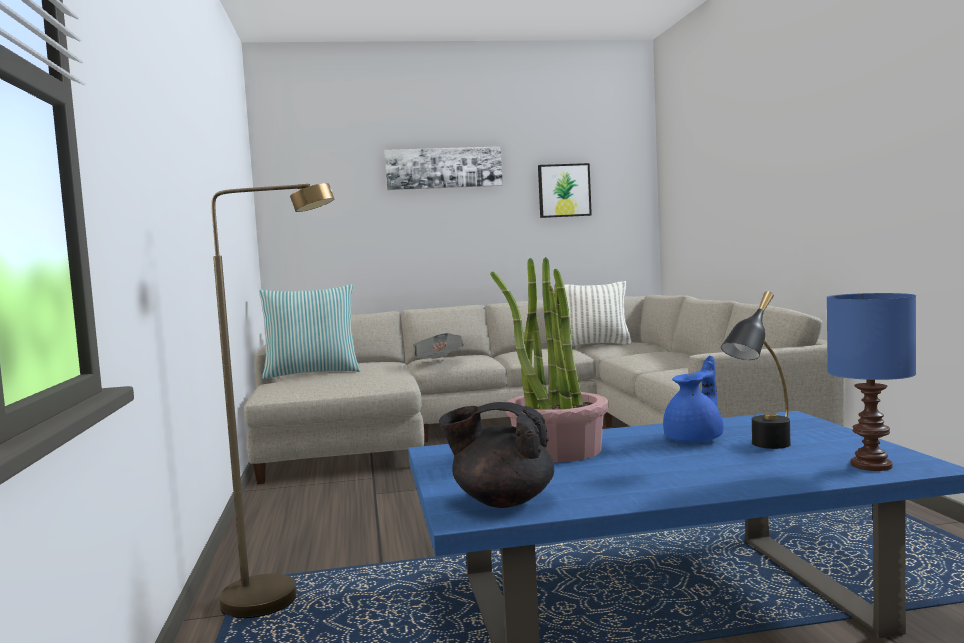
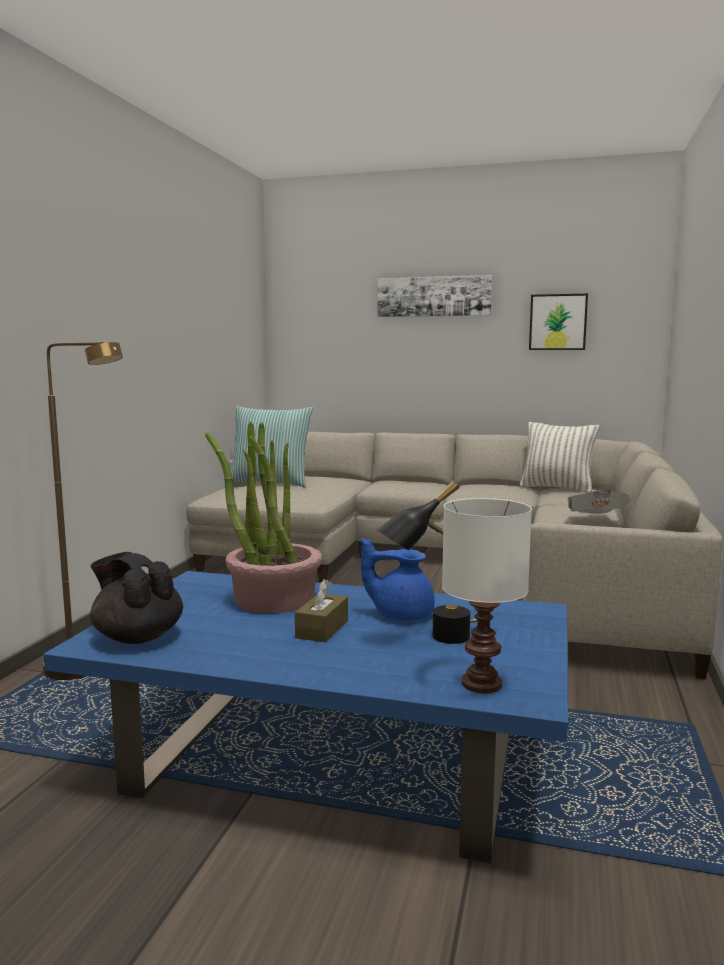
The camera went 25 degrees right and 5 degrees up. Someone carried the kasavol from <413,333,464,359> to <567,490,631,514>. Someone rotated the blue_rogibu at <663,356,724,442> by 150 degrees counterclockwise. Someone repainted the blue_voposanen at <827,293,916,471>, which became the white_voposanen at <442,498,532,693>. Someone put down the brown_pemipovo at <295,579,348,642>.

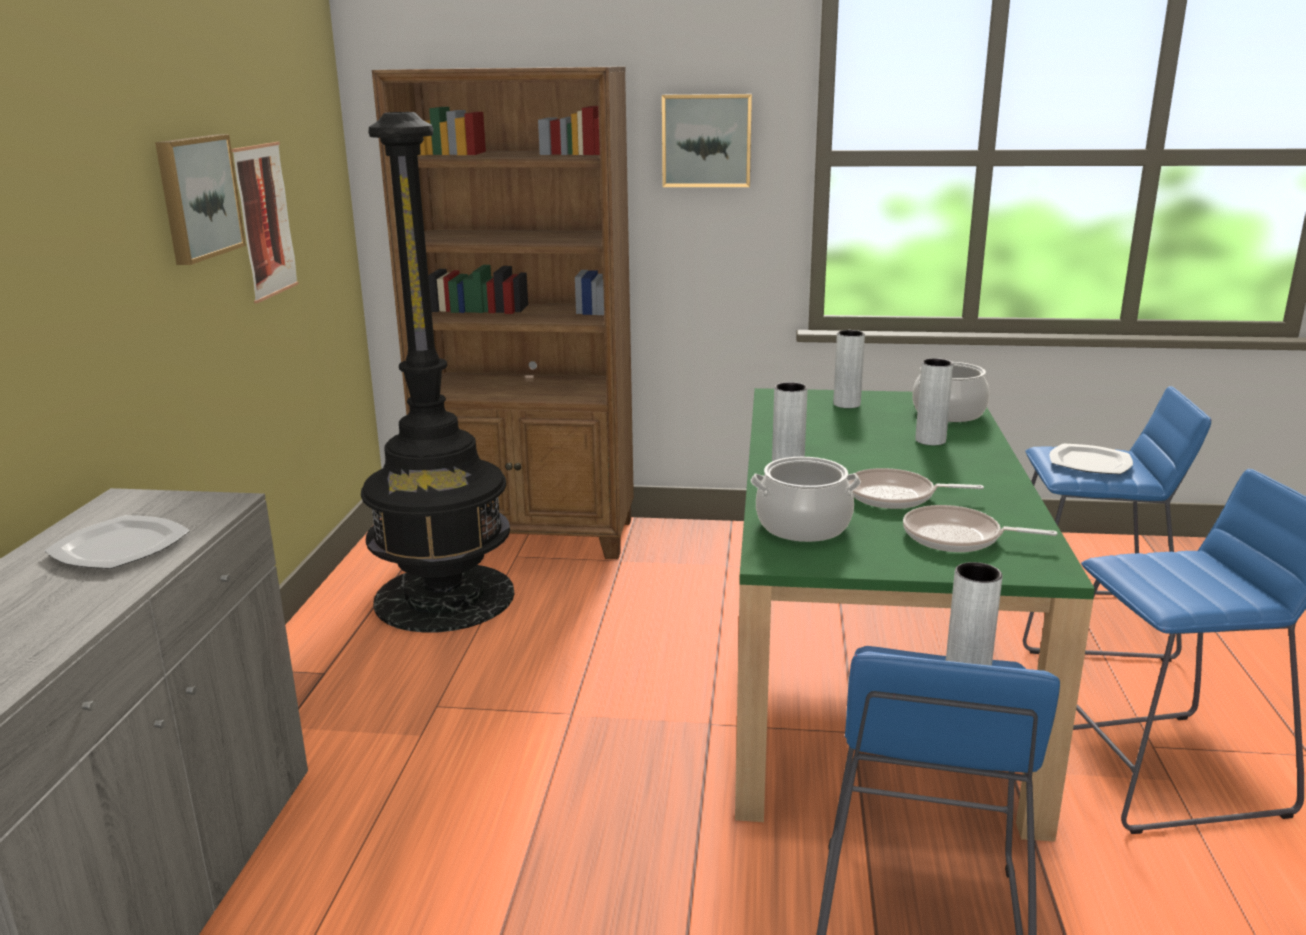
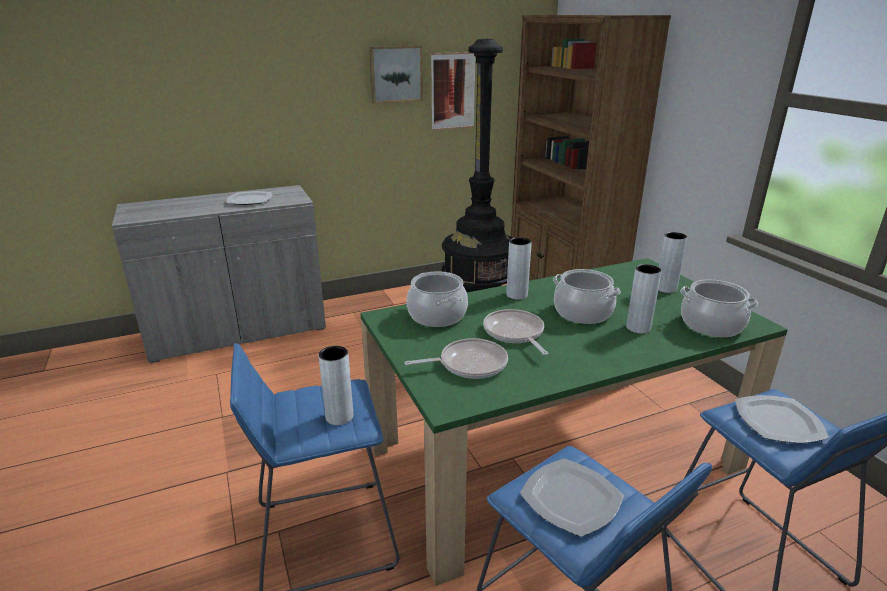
The camera went 60 degrees right and 5 degrees up. Someone took away the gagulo at <662,94,752,187>. Someone rotated the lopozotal at <903,505,1058,552> by 90 degrees clockwise. Someone put down the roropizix at <520,459,624,537>. Someone put down the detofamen at <553,269,621,324>.

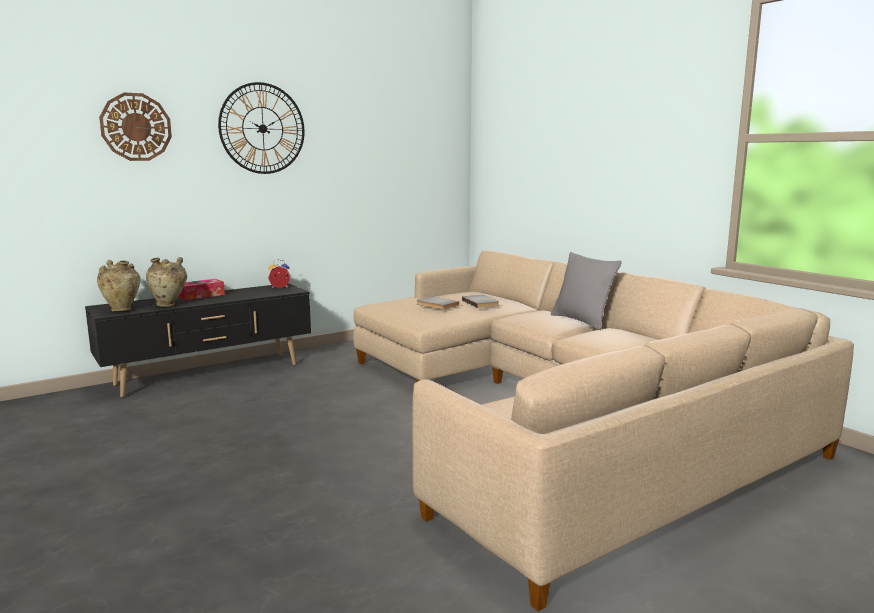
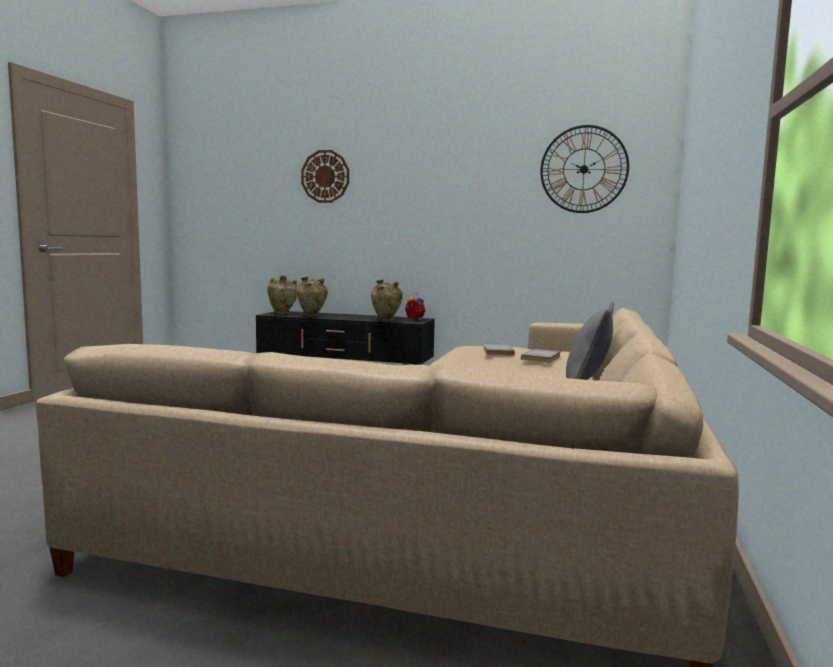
The camera went 50 degrees right and 5 degrees down. Someone took away the pemipovo at <178,279,225,300>. Someone carried the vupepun from <218,82,305,174> to <540,125,629,213>. Someone put down the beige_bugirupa at <371,279,403,321>.

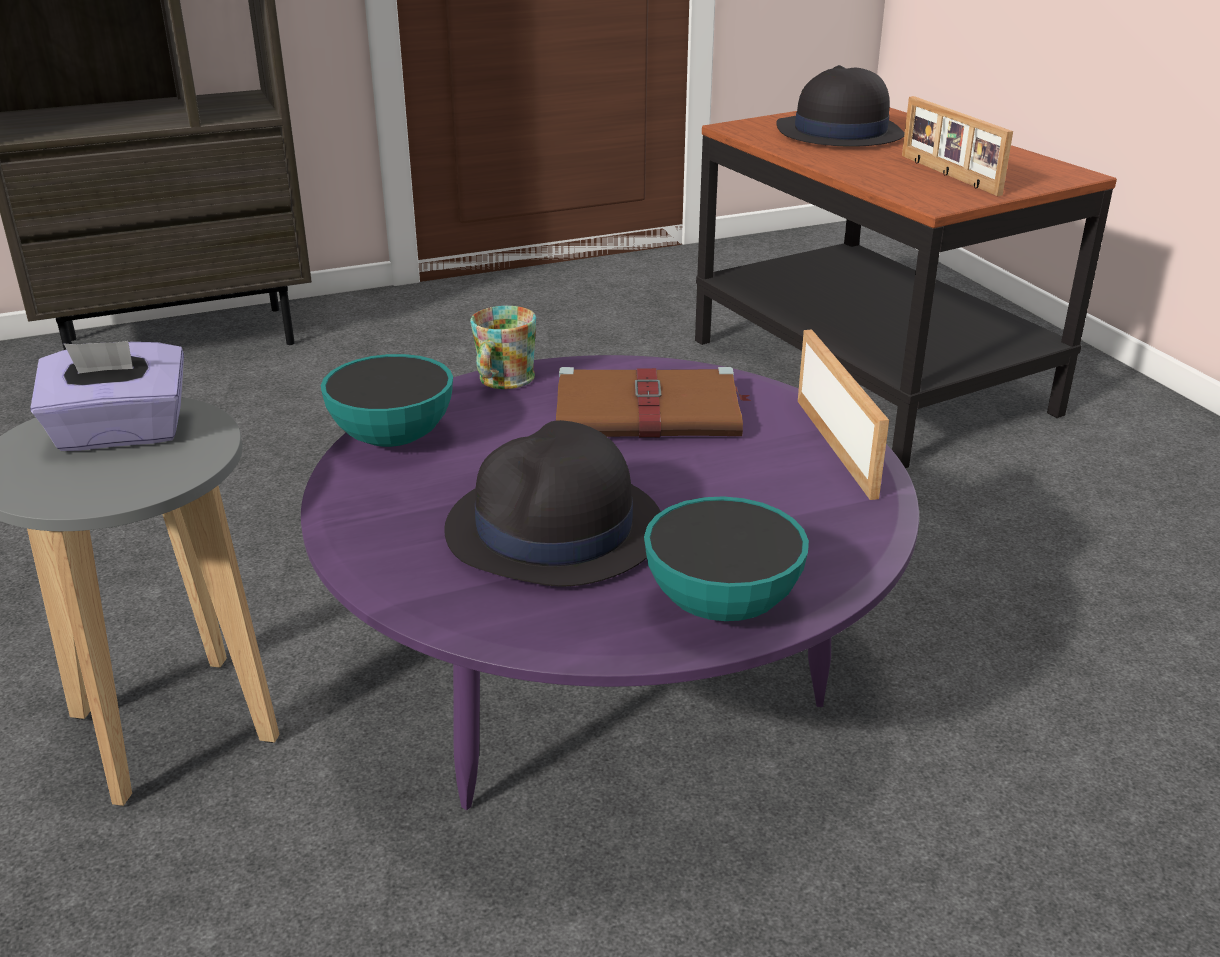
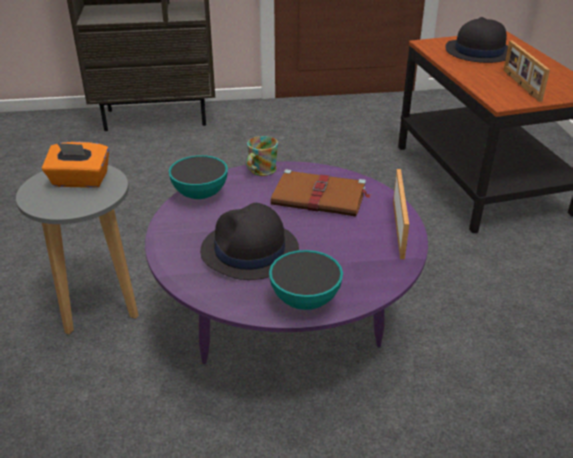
The camera went 15 degrees right and 5 degrees up. Someone repainted the purple_pemipovo at <31,341,184,451>, which became the orange_pemipovo at <42,142,109,188>.

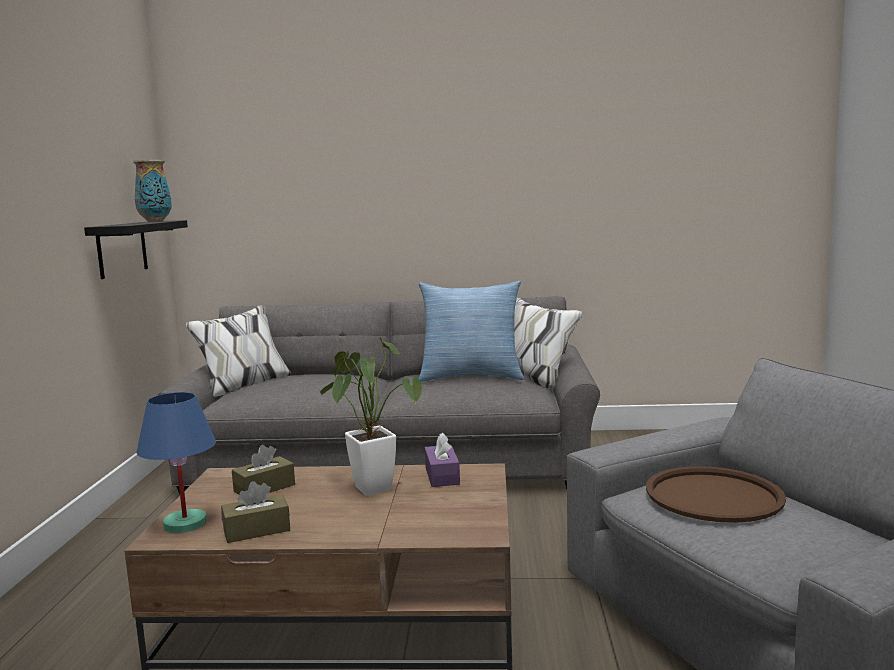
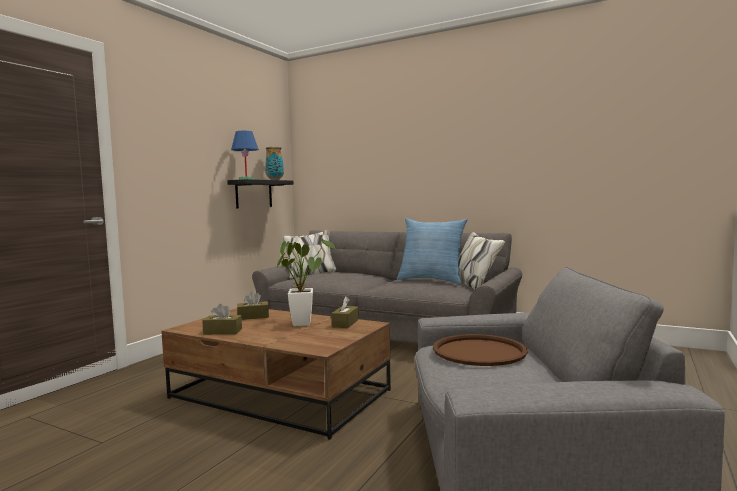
The camera went 25 degrees right and 5 degrees down. Someone carried the blue_voposanen from <136,392,216,533> to <231,131,259,180>. Someone repainted the purple_pemipovo at <425,433,460,487>, which became the brown_pemipovo at <331,296,359,328>.

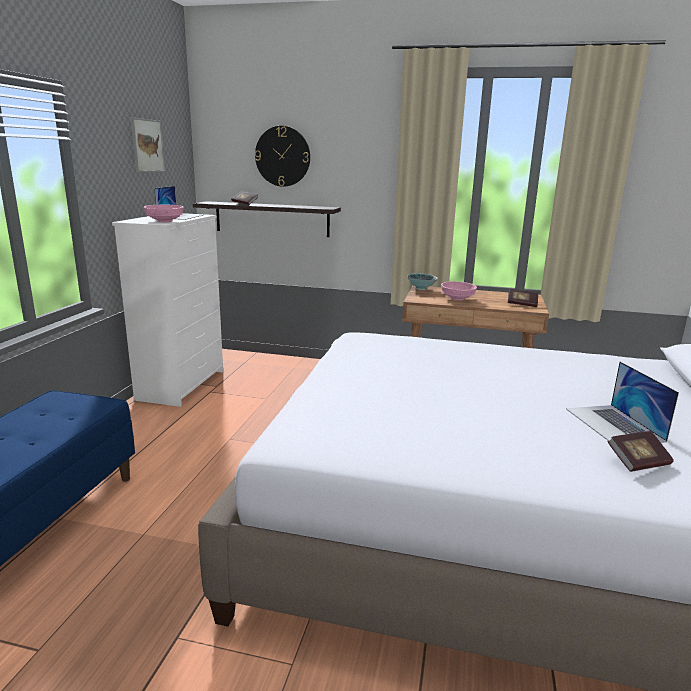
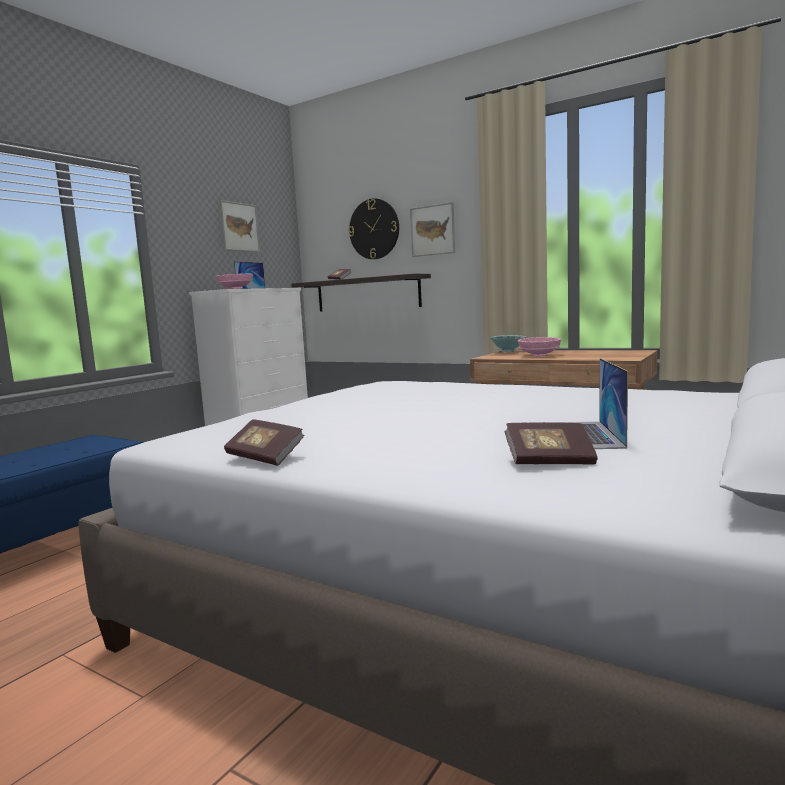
The camera went 20 degrees right and 10 degrees down. Someone carried the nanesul from <508,289,538,307> to <224,419,304,466>. Someone put up the gagulo at <410,202,455,257>.

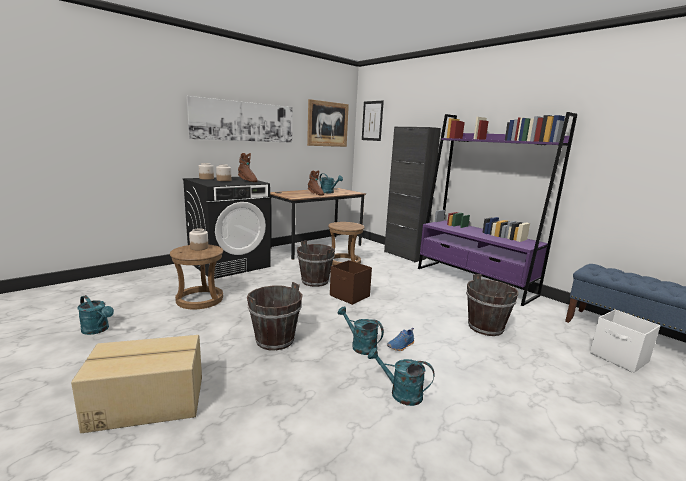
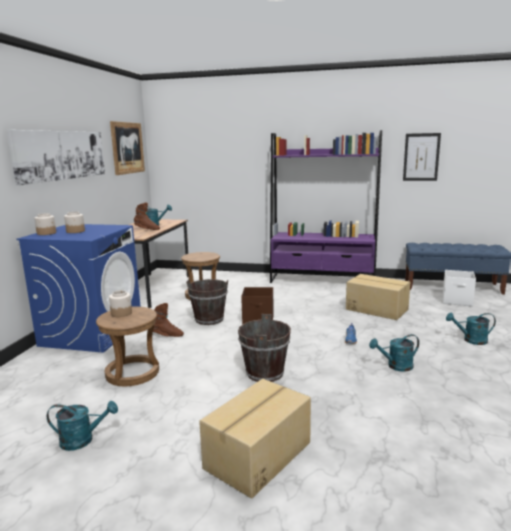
The camera went 35 degrees left and 0 degrees up. Someone repainted the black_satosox at <183,177,271,279>, which became the blue_satosox at <17,224,141,353>. Someone carried the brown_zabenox from <238,153,258,182> to <153,303,184,337>. Someone carried the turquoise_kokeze from <338,306,384,355> to <446,313,496,345>. Someone carried the gagulo from <362,101,384,141> to <403,133,441,181>. Someone took away the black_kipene at <384,127,441,263>. Someone swapped the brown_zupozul at <466,274,519,336> for the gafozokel at <346,274,410,320>.

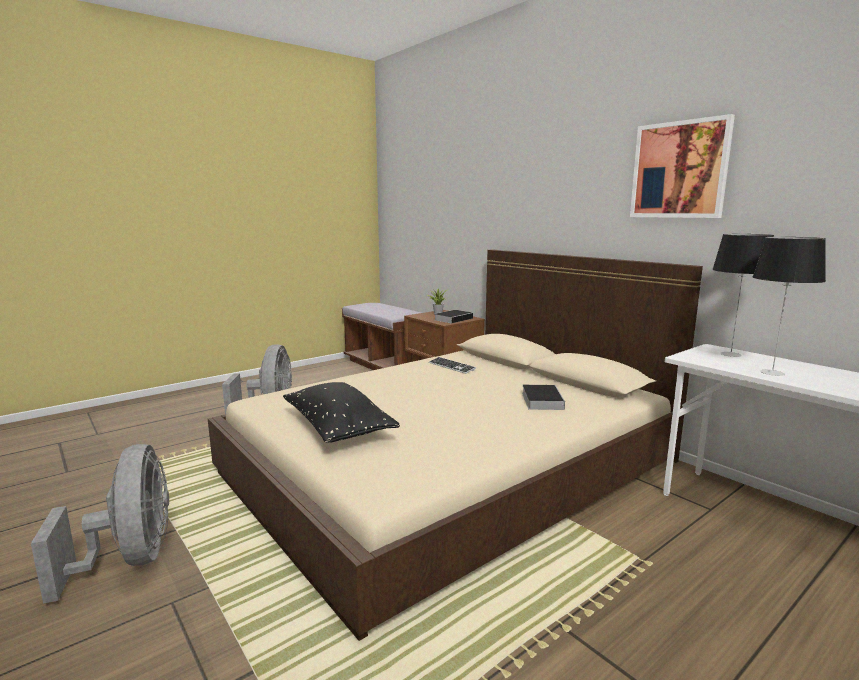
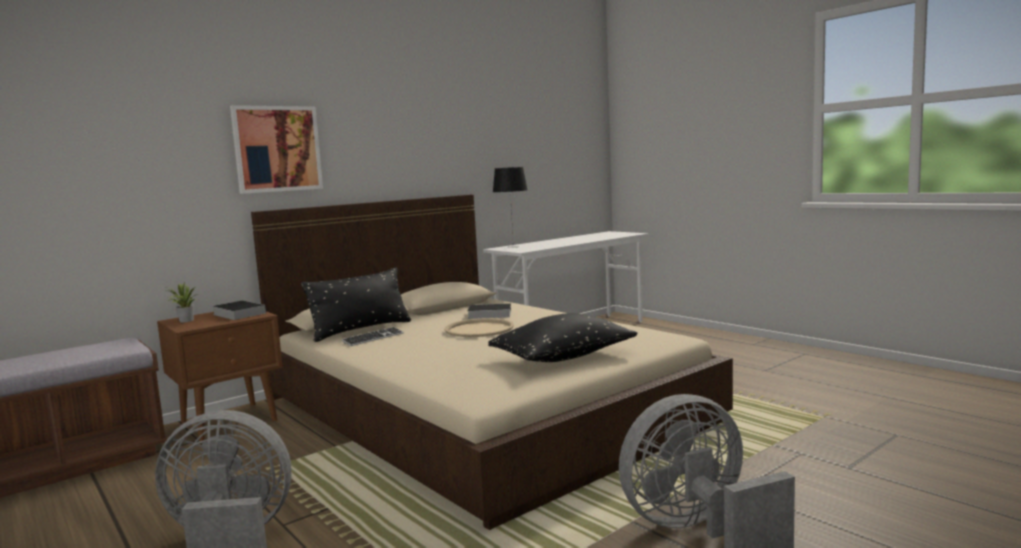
The camera went 90 degrees left and 5 degrees down. Someone carried the gagulo from <630,114,735,218> to <230,105,323,194>. Someone took away the voposanen at <753,237,826,376>. Someone put down the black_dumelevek at <301,267,411,342>. Someone put down the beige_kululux at <444,318,514,337>.

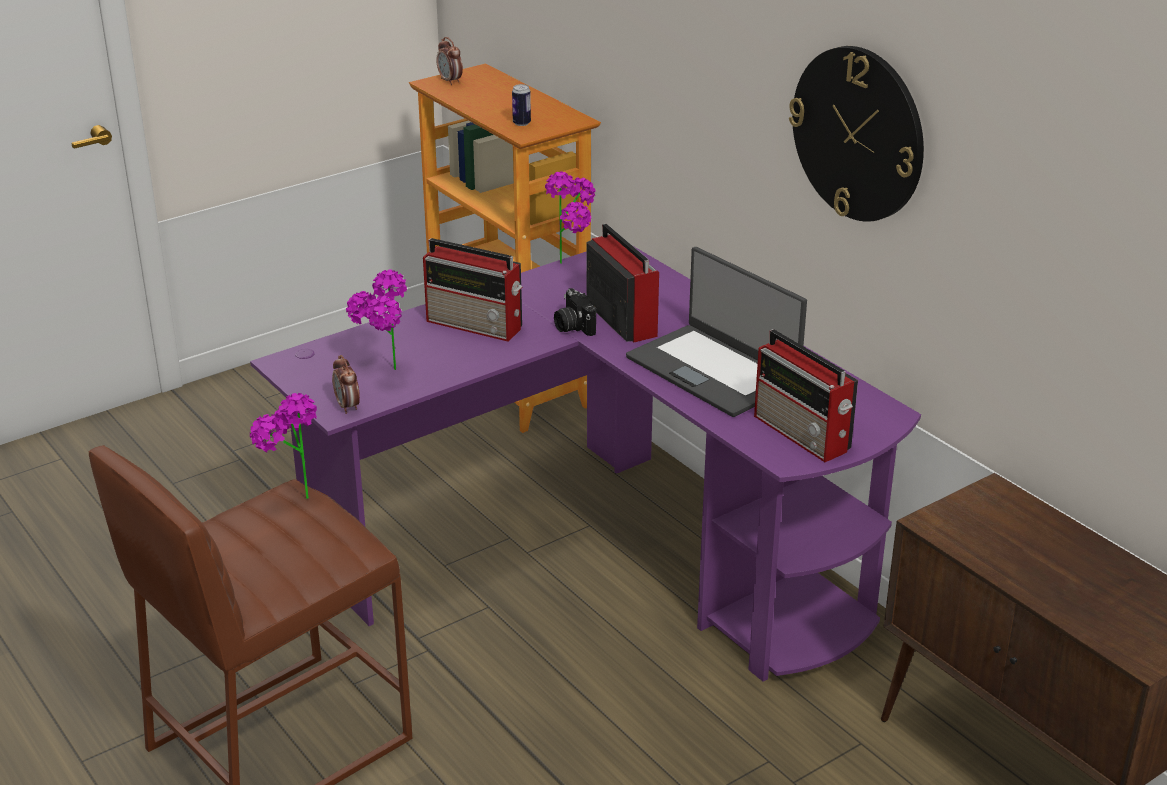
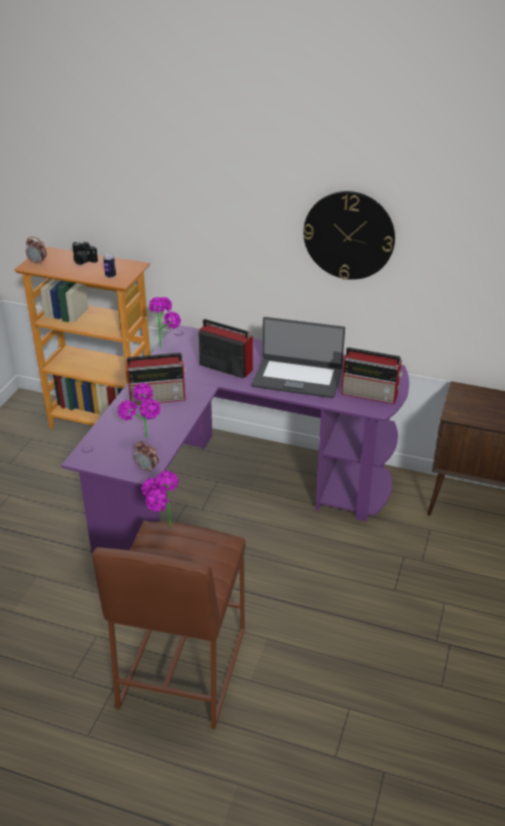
The camera went 35 degrees left and 5 degrees up. Someone carried the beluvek from <554,288,596,336> to <72,242,98,265>.

